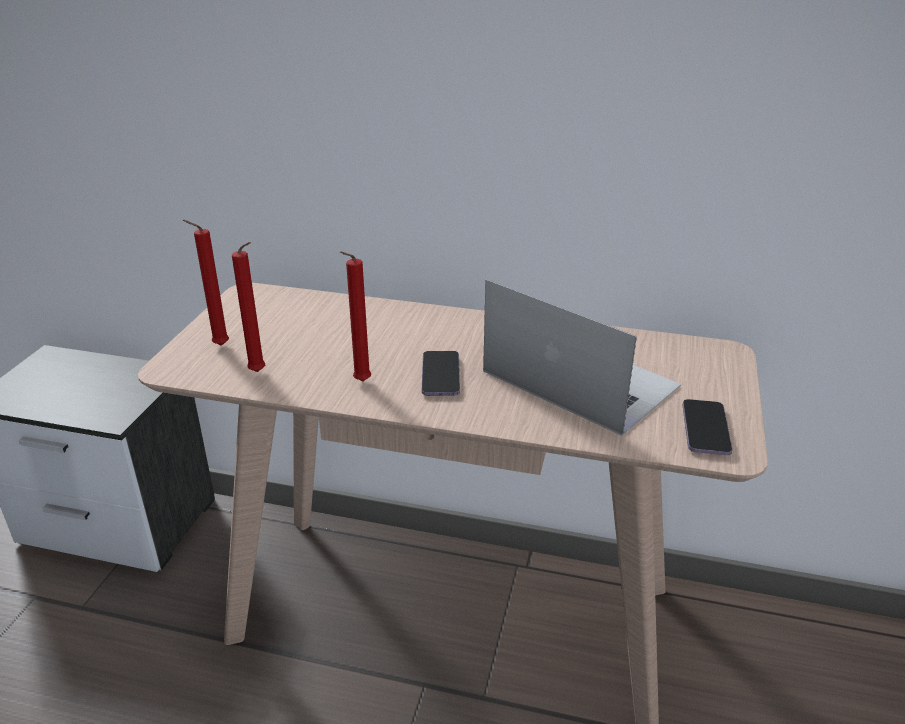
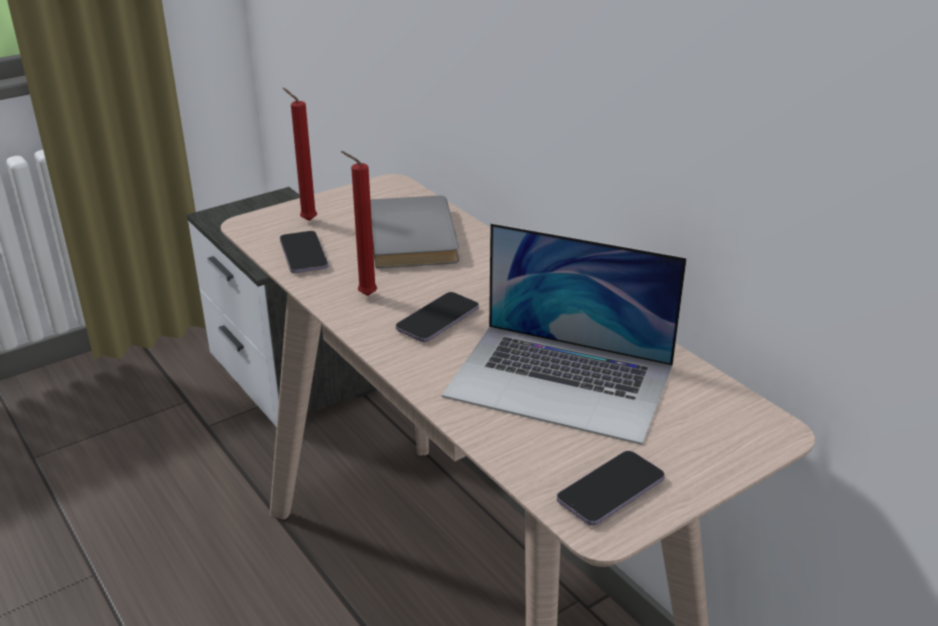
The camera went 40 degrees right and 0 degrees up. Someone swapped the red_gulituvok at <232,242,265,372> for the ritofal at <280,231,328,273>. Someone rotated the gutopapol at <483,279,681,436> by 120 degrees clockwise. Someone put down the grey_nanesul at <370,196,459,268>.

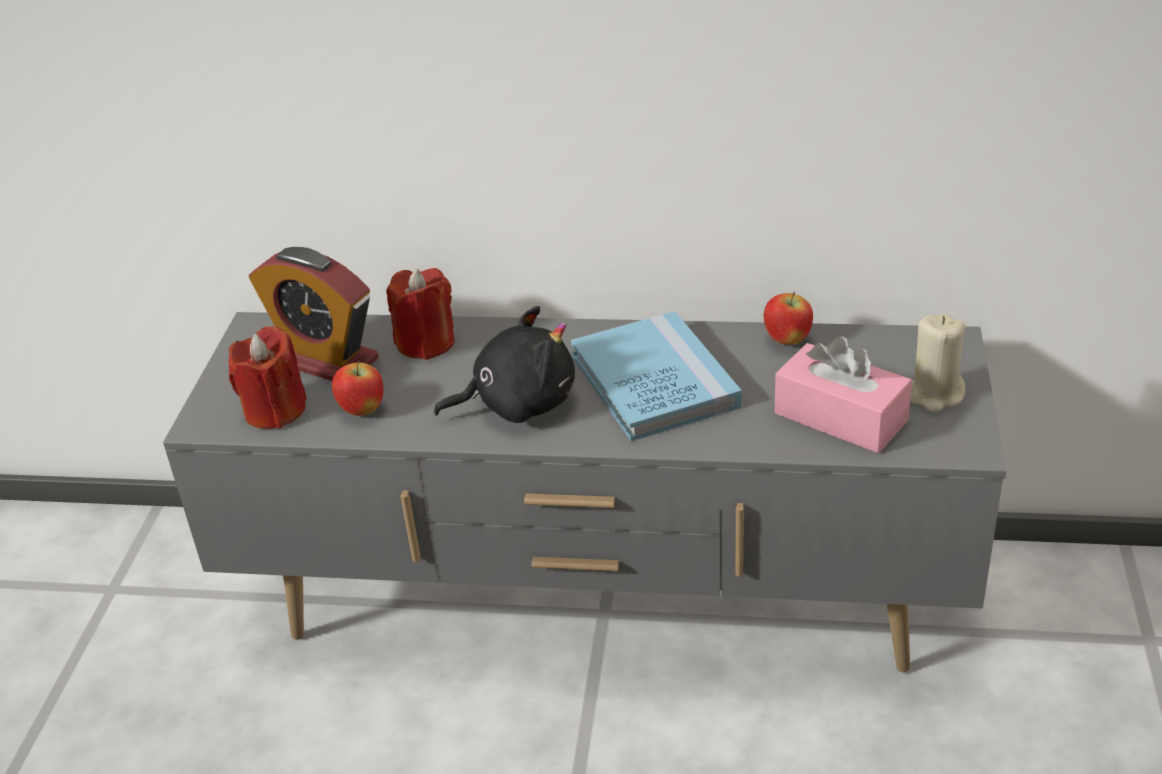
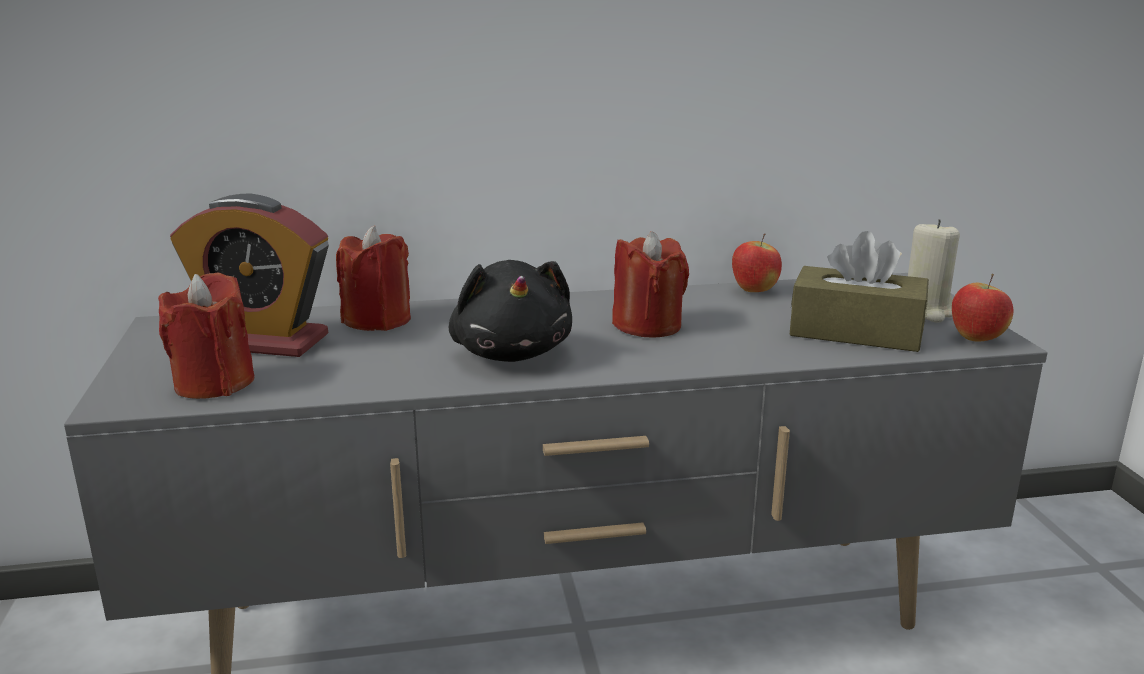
The camera went 20 degrees left and 15 degrees down. Someone carried the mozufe from <332,360,384,416> to <952,274,1013,341>. Someone rotated the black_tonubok at <434,306,575,423> by 105 degrees clockwise. Someone swapped the blue_nanesul at <571,311,742,441> for the red_gulituvok at <612,231,689,338>. Someone repainted the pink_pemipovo at <775,336,912,453>, which became the brown_pemipovo at <790,231,929,352>.

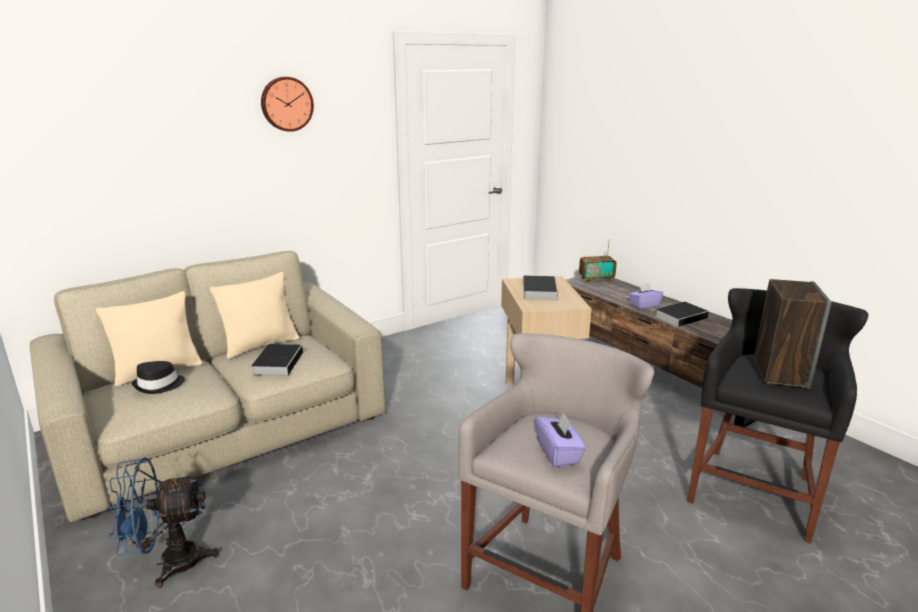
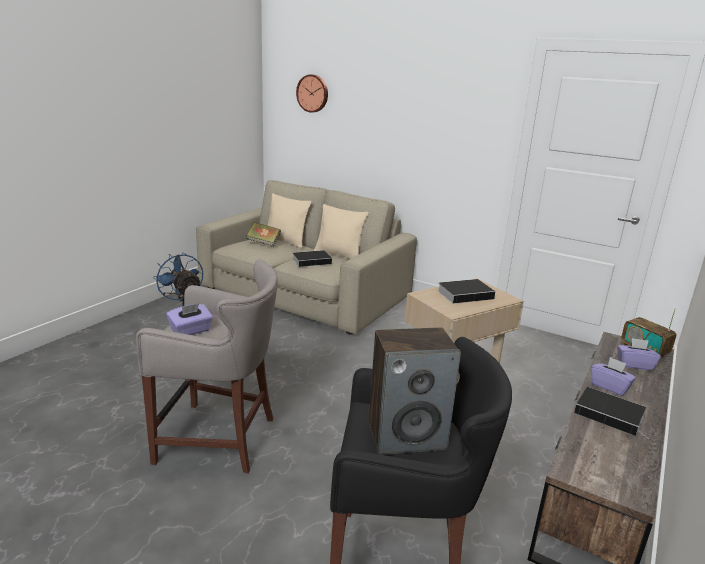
The camera went 65 degrees right and 0 degrees up. Someone swapped the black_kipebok at <132,361,185,394> for the nanesul at <246,222,281,247>. Someone carried the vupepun from <261,77,314,132> to <296,74,328,113>. Someone put down the purple_pemipovo at <617,338,661,371>.

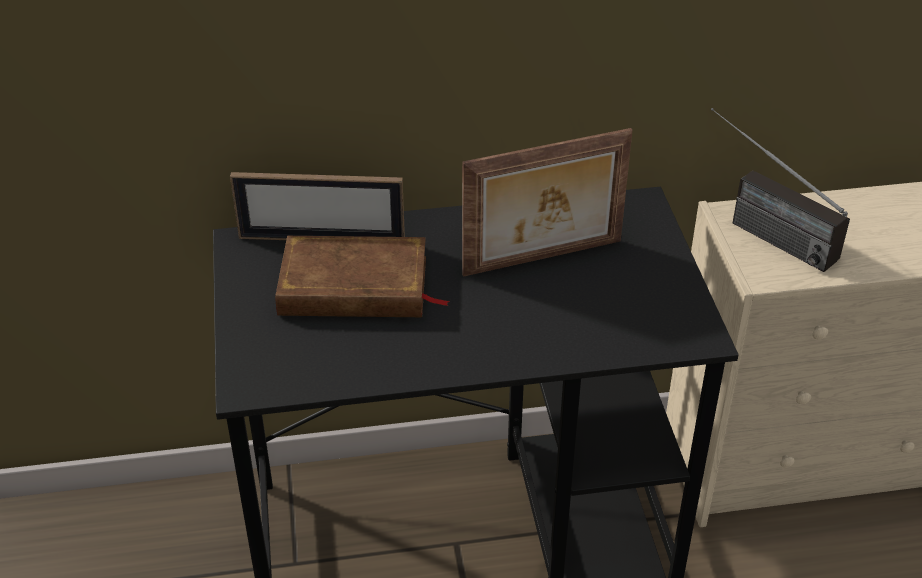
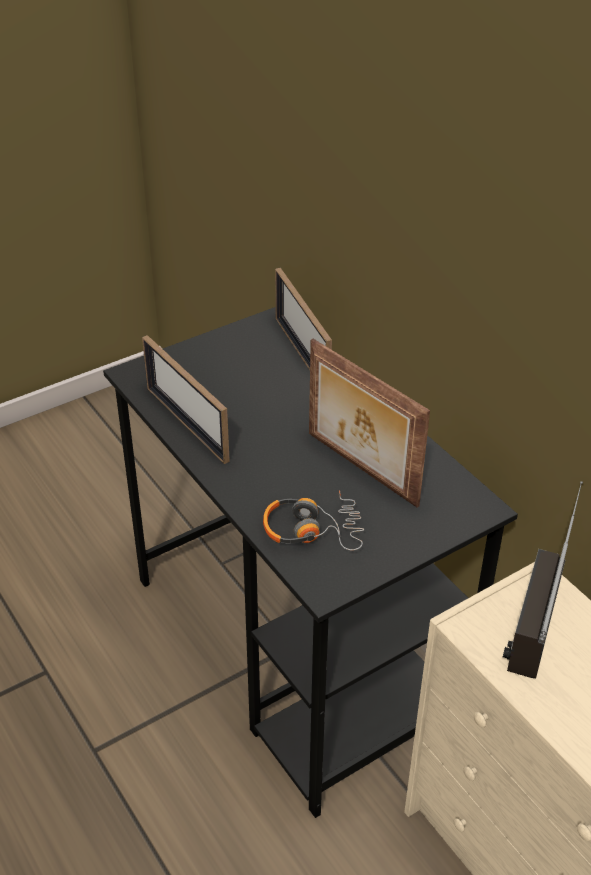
The camera went 65 degrees right and 0 degrees up. Someone took away the brown_nanesul at <275,236,450,317>. Someone put down the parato at <142,335,230,464>. Someone put down the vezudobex at <263,490,364,550>.

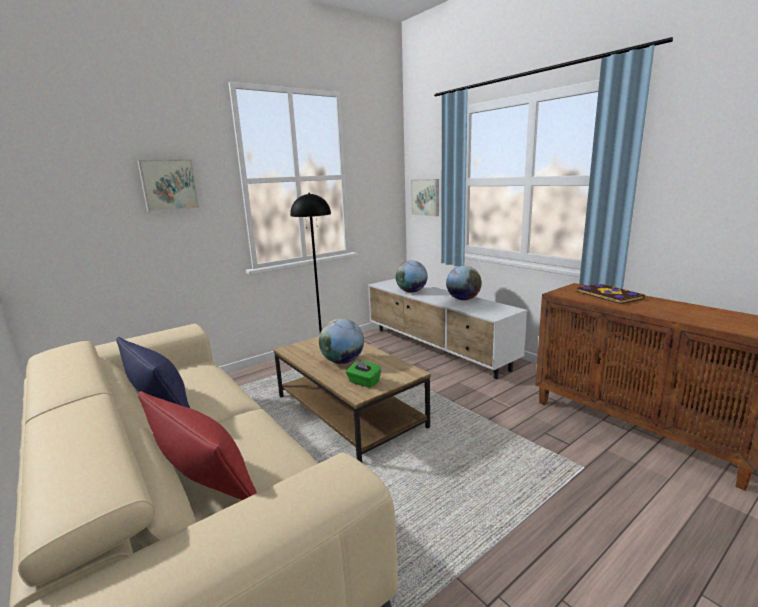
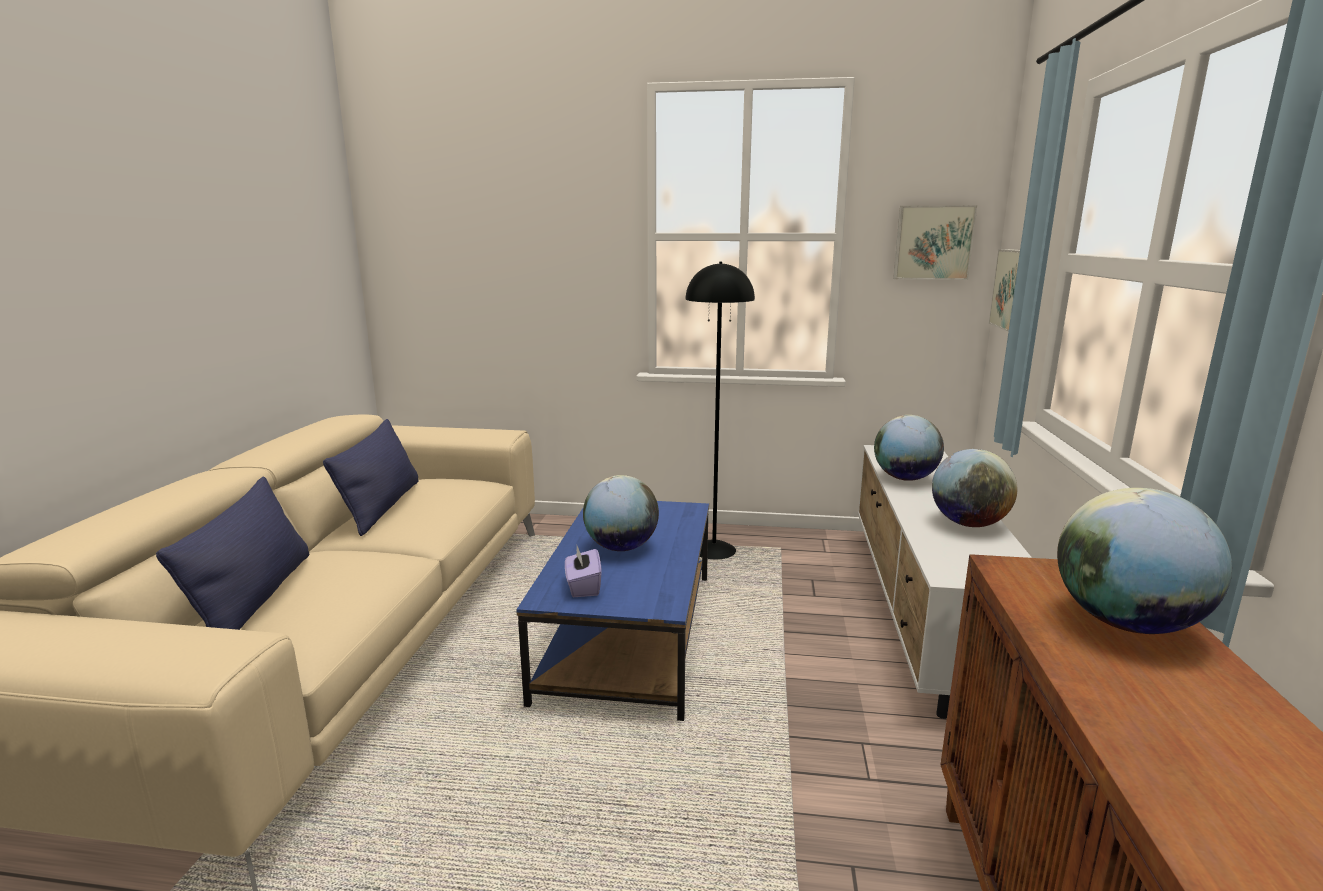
The camera went 45 degrees right and 0 degrees up. Someone carried the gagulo from <137,159,199,212> to <893,205,977,280>. Someone repainted the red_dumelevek at <138,391,257,500>, which became the blue_dumelevek at <156,477,310,630>. Someone repainted the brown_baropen at <274,337,431,463>, which became the blue_baropen at <516,501,709,721>. Someone repainted the green_pemipovo at <346,360,382,388>, which became the purple_pemipovo at <565,546,602,597>. Someone swapped the nanesul at <577,283,645,304> for the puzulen at <1057,488,1232,634>.

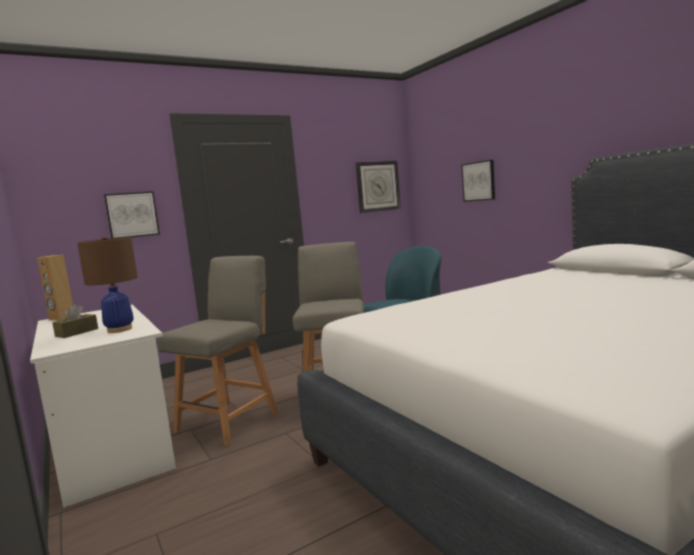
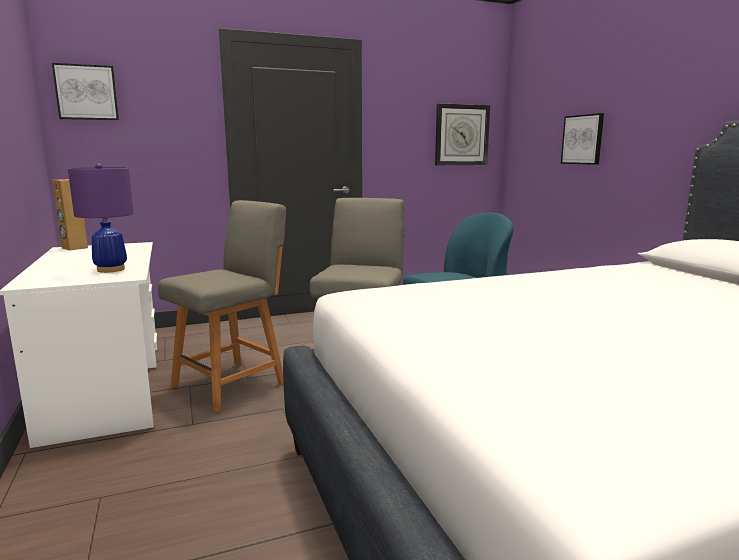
The camera went 10 degrees right and 5 degrees up. Someone took away the brown_pemipovo at <52,304,98,338>. Someone repainted the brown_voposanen at <77,236,138,333>, which became the purple_voposanen at <68,163,134,273>. Someone carried the gagulo from <104,191,160,239> to <52,63,119,120>.

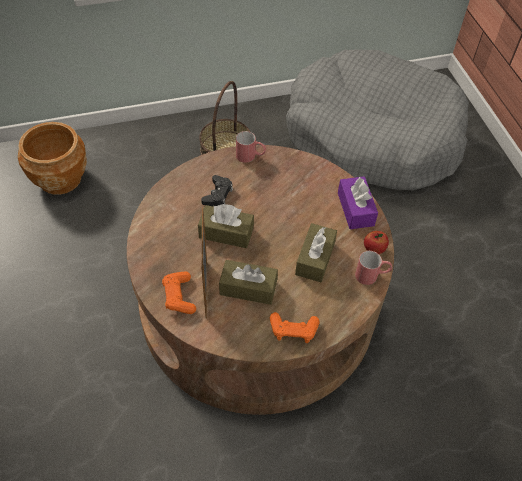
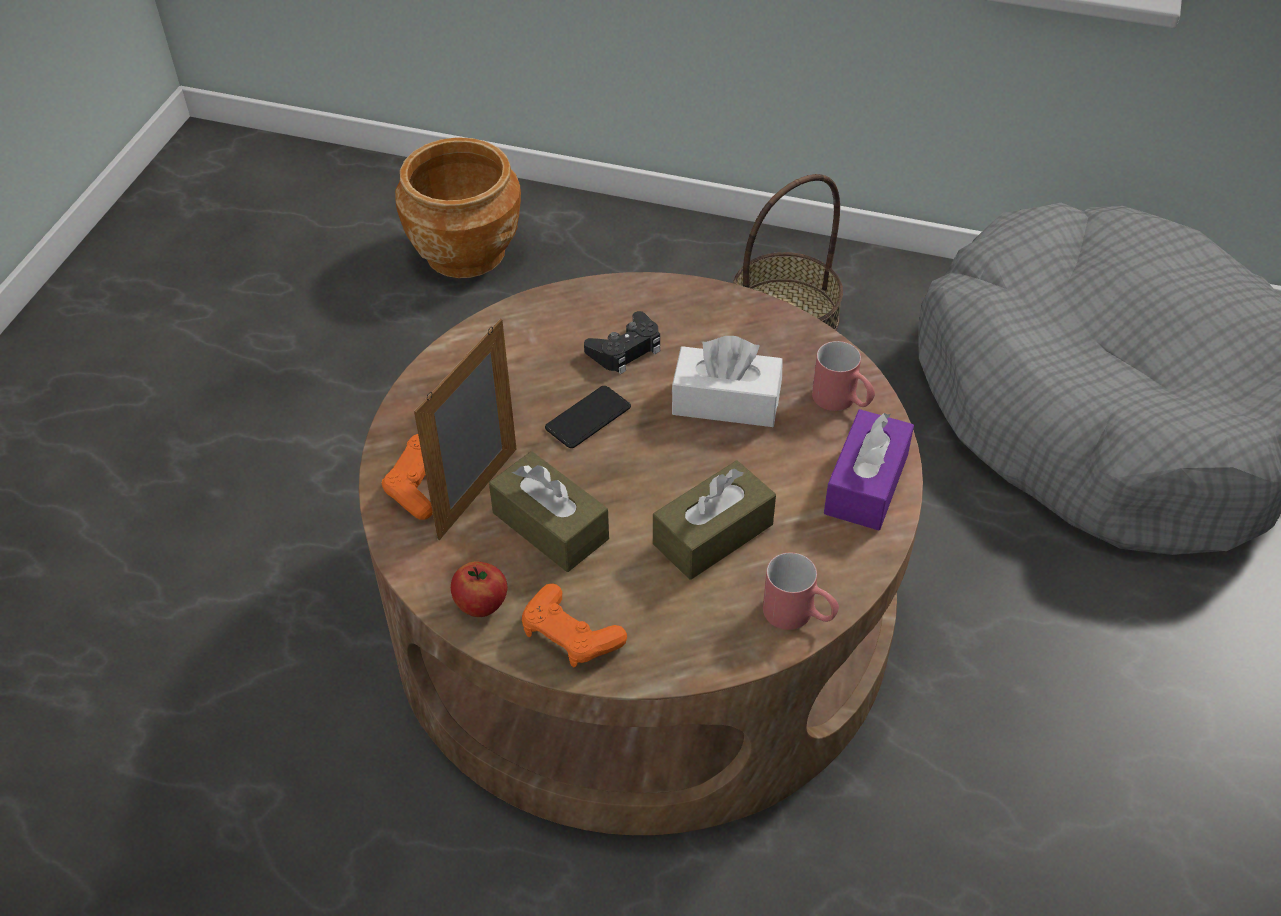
The camera went 35 degrees right and 5 degrees down. Someone swapped the brown_pemipovo at <198,204,254,248> for the ritofal at <545,386,631,448>. Someone carried the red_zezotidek from <236,131,266,163> to <812,341,875,411>. Someone carried the mozufe from <364,231,389,254> to <451,561,508,617>. Someone put down the white_pemipovo at <672,336,783,427>.

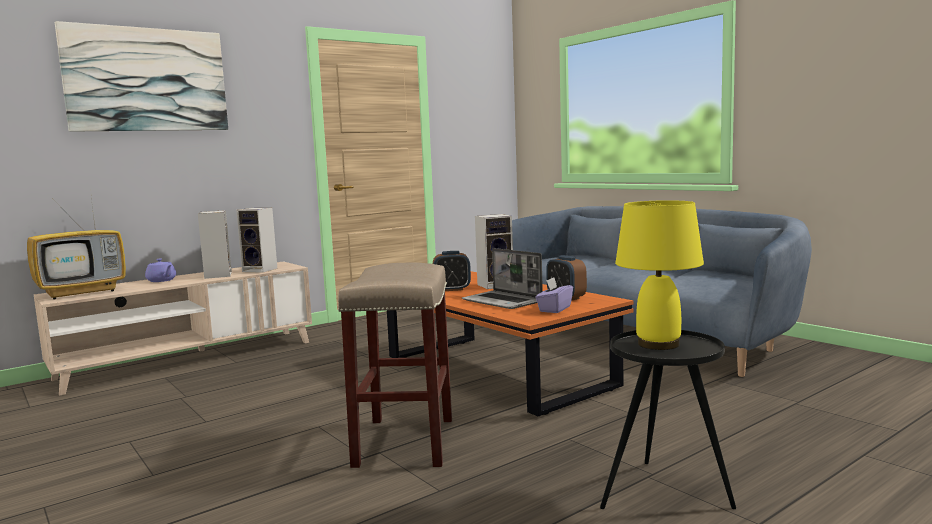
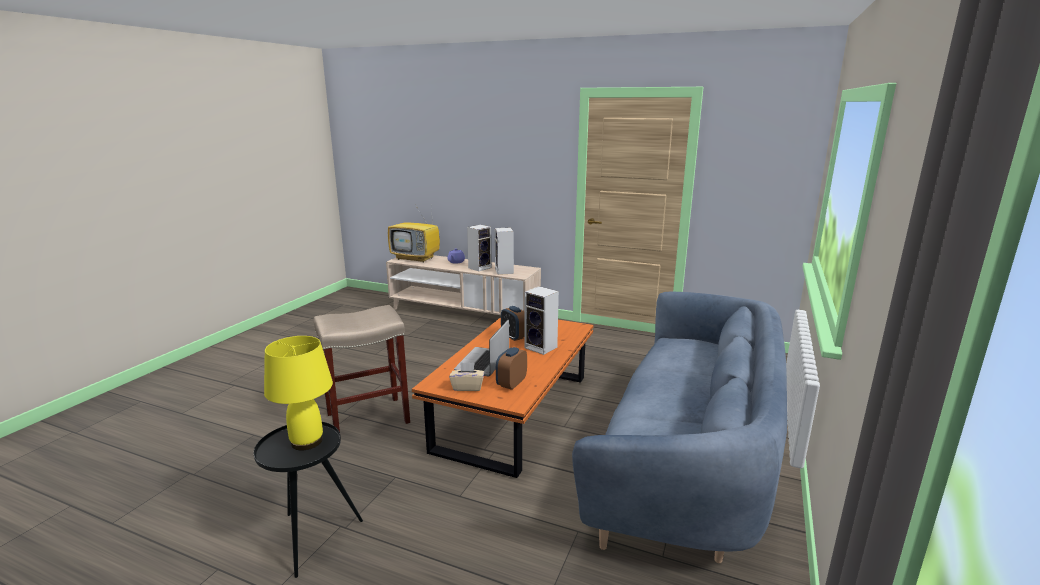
The camera went 60 degrees right and 10 degrees up. Someone took away the gagulo at <55,21,228,132>. Someone repainted the purple_pemipovo at <535,277,573,313>, which became the beige_pemipovo at <449,362,484,391>.

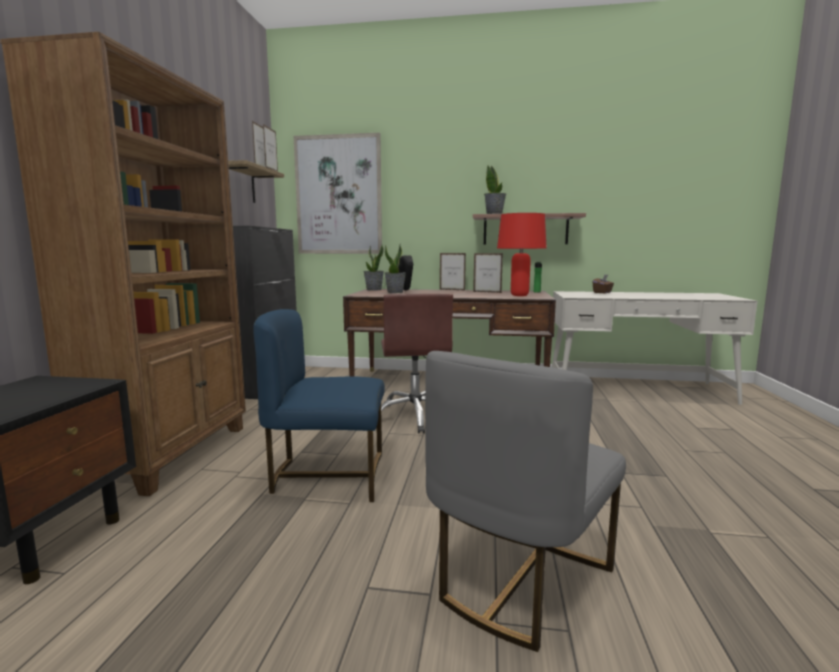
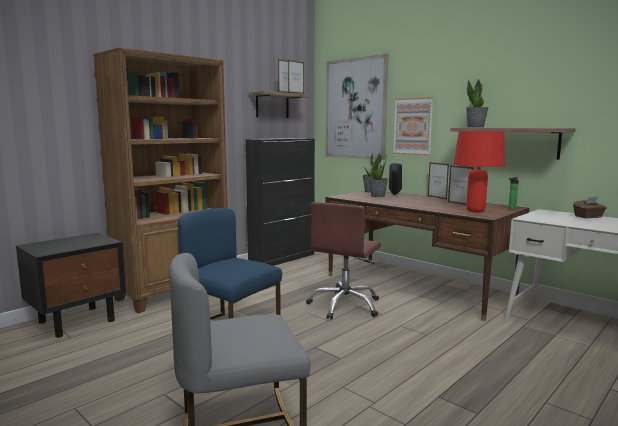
The camera went 35 degrees right and 0 degrees up. Someone put up the gagulo at <393,97,434,155>.

